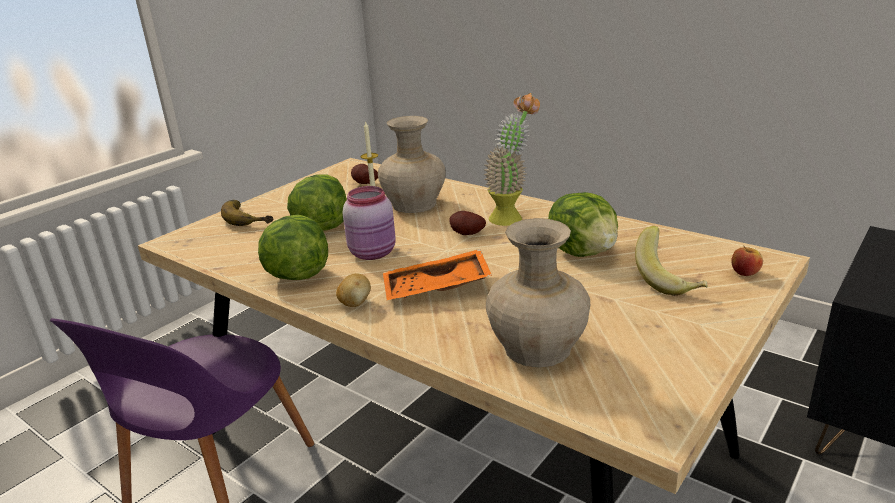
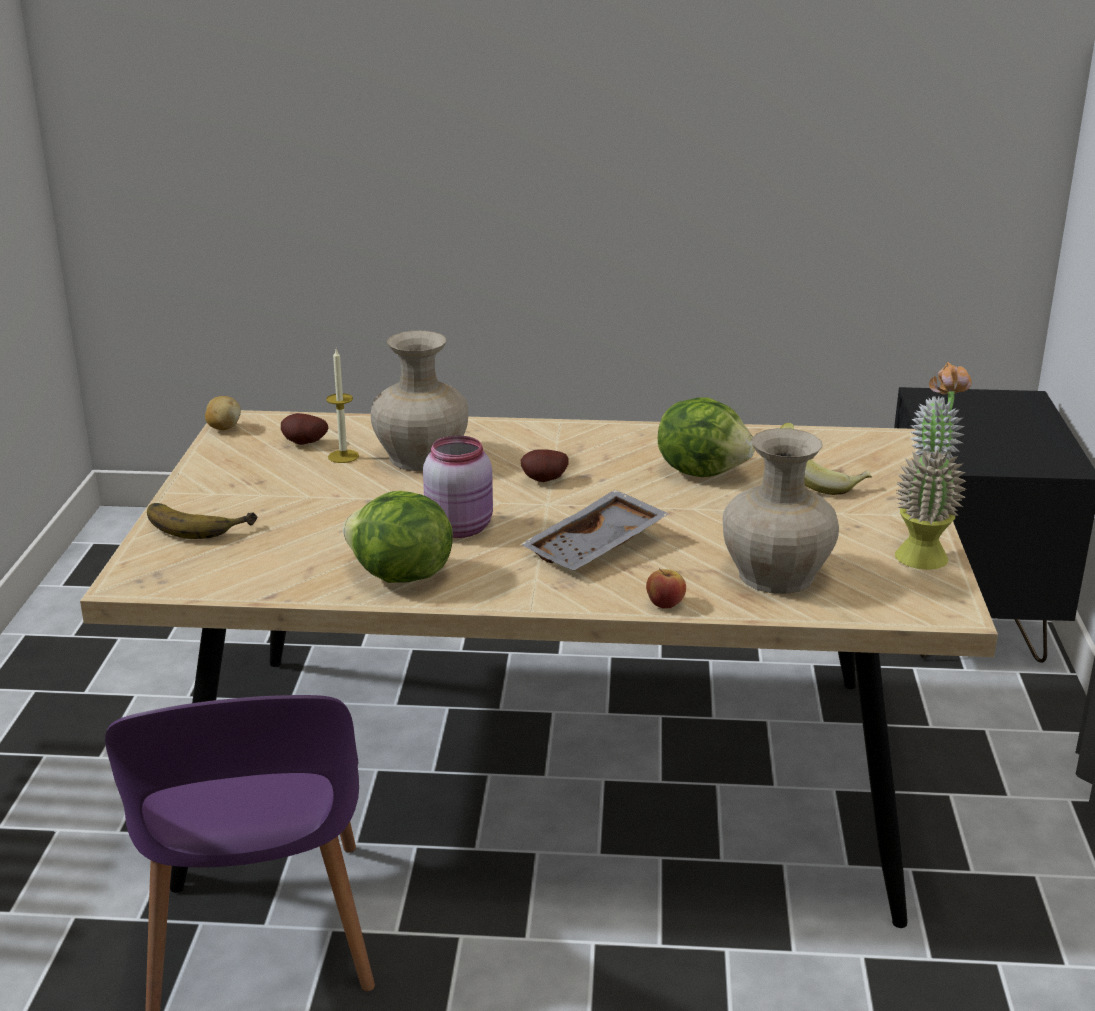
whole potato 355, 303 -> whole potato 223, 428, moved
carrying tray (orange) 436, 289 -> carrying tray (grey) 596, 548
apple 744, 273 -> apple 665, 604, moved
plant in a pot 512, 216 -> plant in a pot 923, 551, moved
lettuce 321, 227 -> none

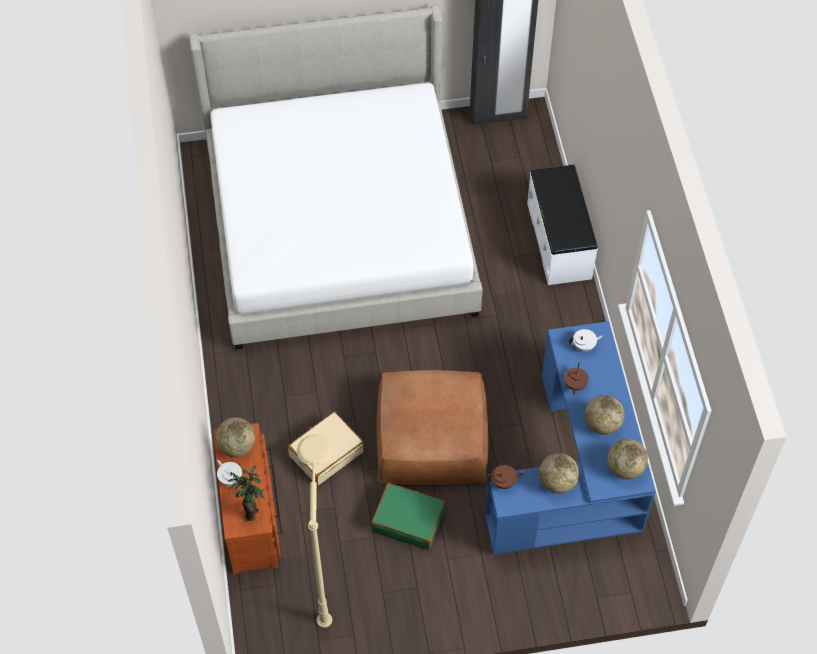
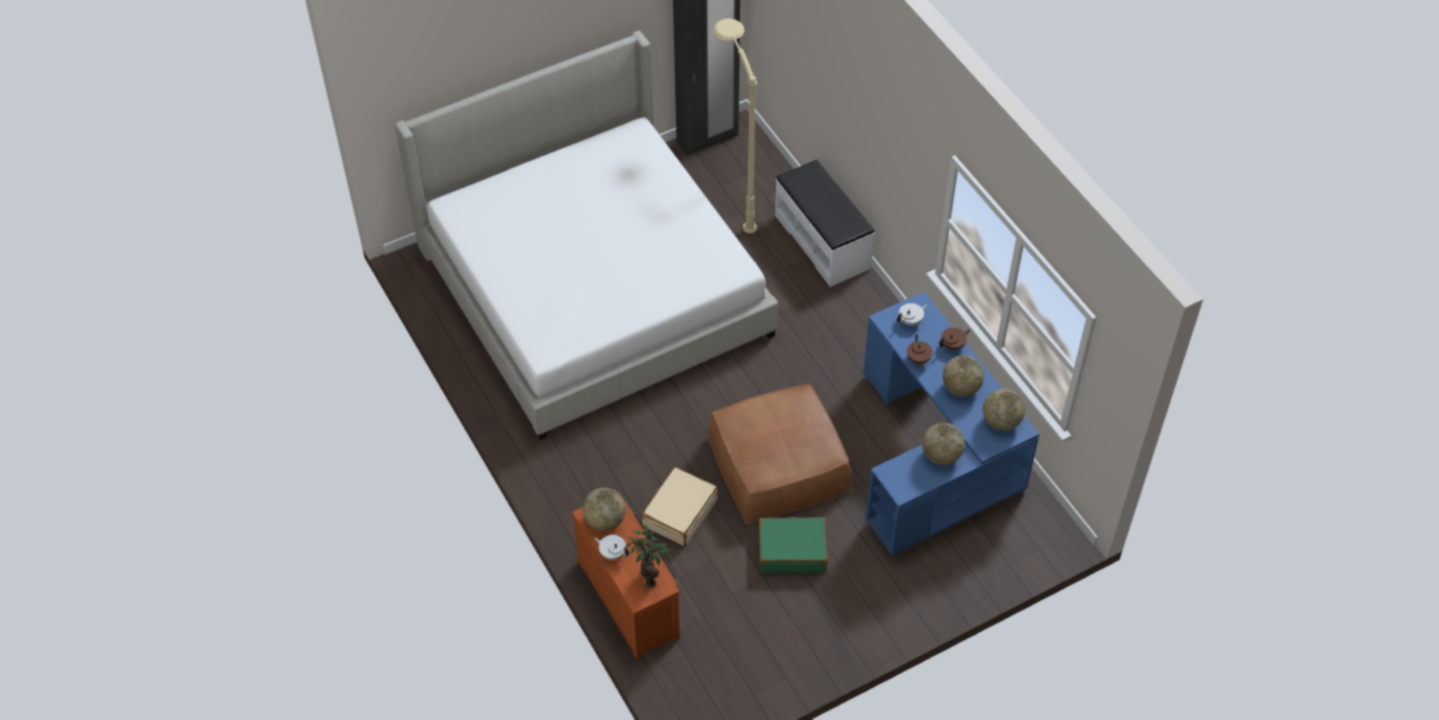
standing lamp (beige-coloured) 325, 574 -> standing lamp (beige-coloured) 734, 197, moved
pot for tea (brown) 504, 482 -> pot for tea (brown) 953, 345, moved

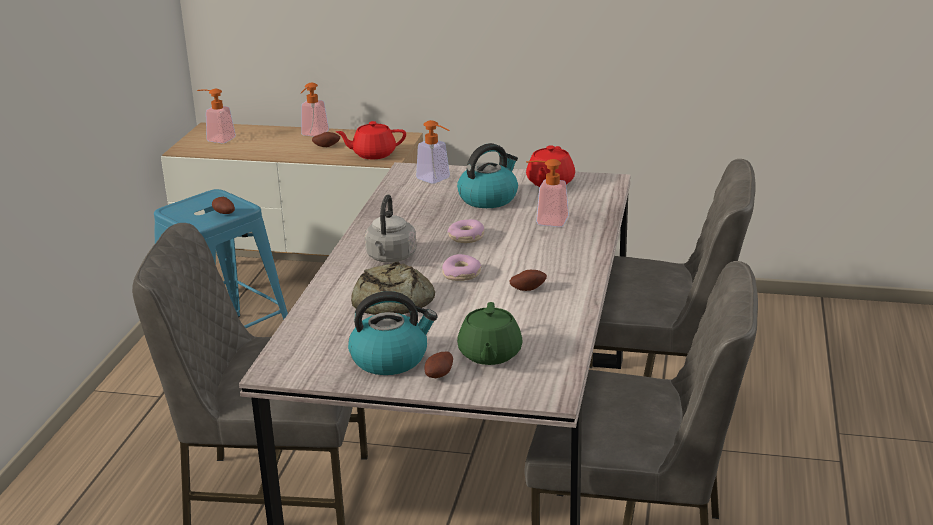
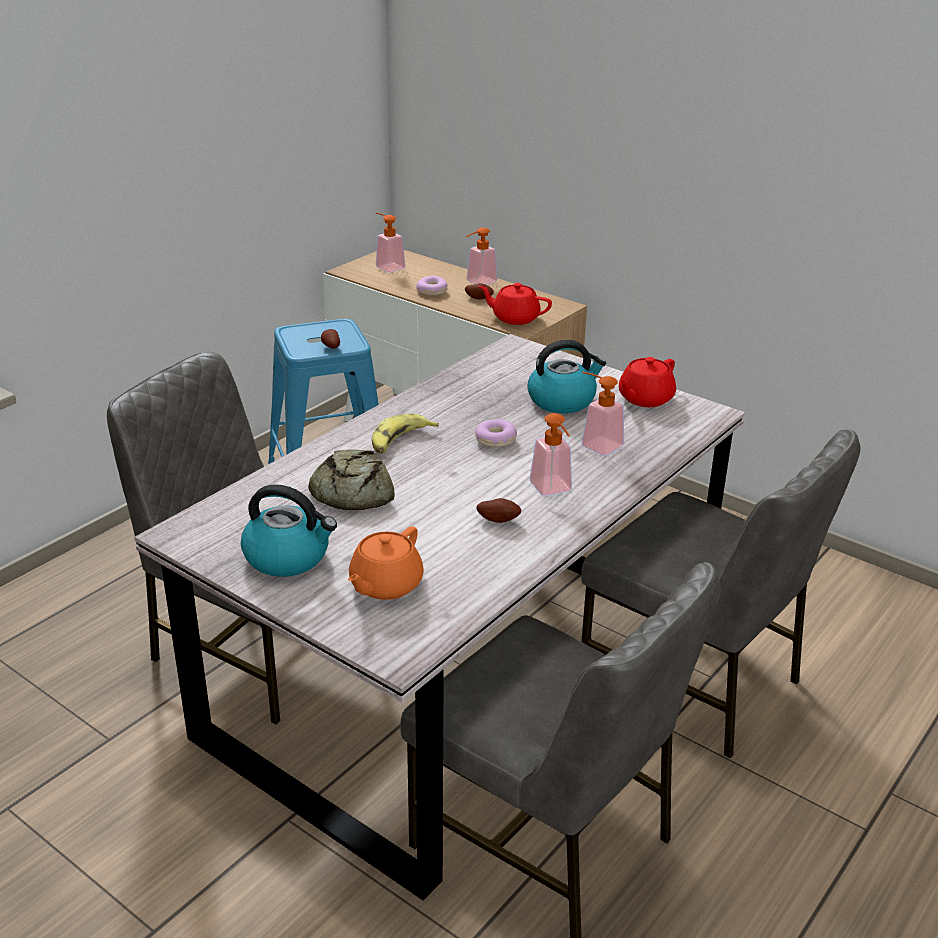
pot for tea (green-coloured) 489, 354 -> pot for tea (orange) 385, 585
kettle (grey) 390, 258 -> banana 400, 441
ring doughnut 462, 274 -> ring doughnut 432, 291, moved
liquid soap bottle 437, 180 -> liquid soap bottle 553, 490, moved
whole potato 440, 375 -> none

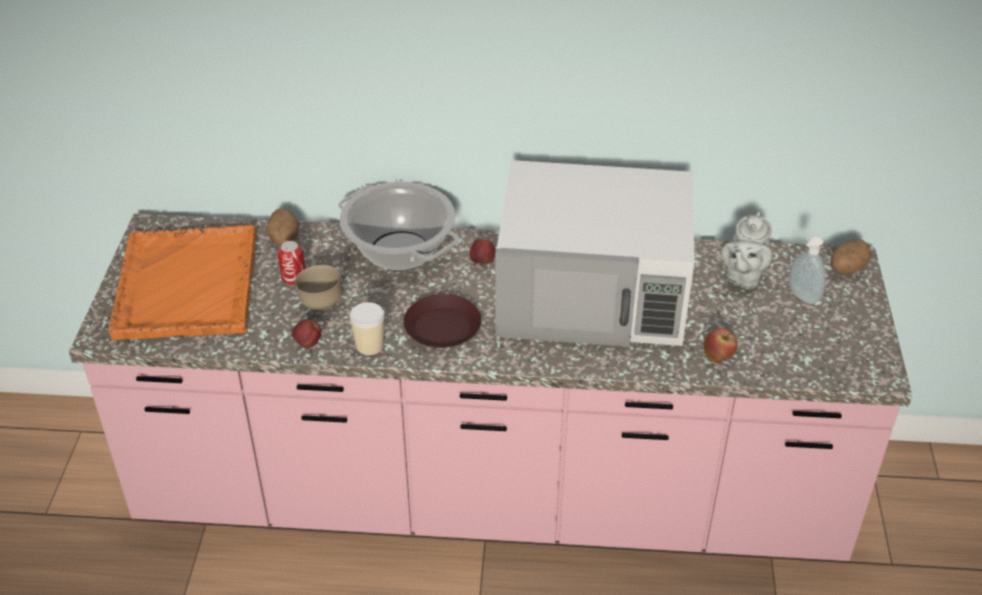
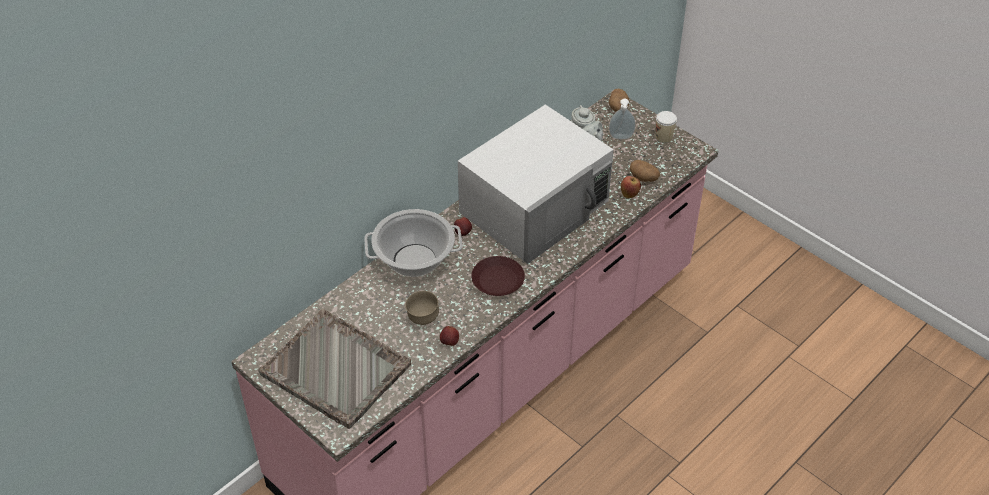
carrying tray (orange) 186, 286 -> carrying tray (grey) 336, 370
whole potato 284, 239 -> whole potato 644, 178, moved
drinking cup 369, 345 -> drinking cup 663, 137, moved
sealed can 293, 277 -> none

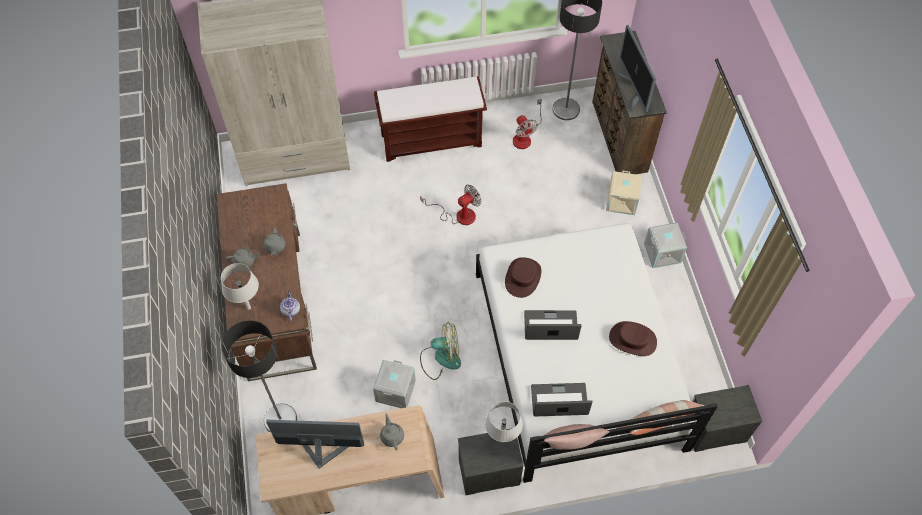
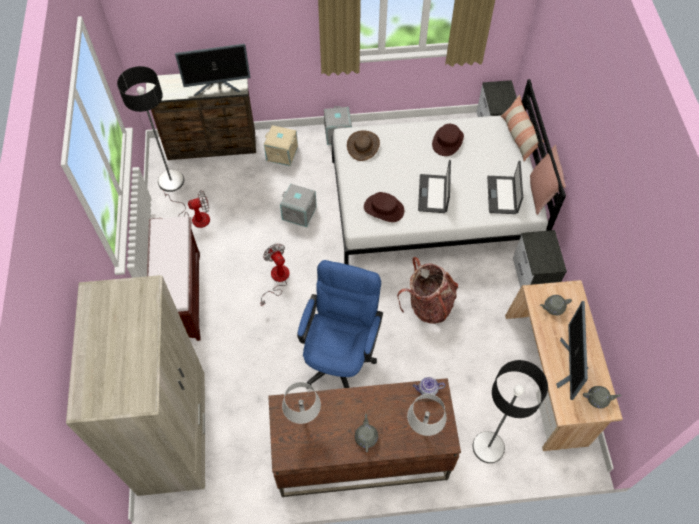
storage container (grey) 396, 391 -> storage container (grey) 299, 212, moved
tabletop lamp (grey) 502, 440 -> tabletop lamp (grey) 303, 420, moved
none -> desk chair (blue-coloured) 340, 356
none -> hat (brown) 363, 146
fan 440, 358 -> backpack 428, 305
pot for tea (grey) 275, 247 -> pot for tea (grey) 598, 399, moved

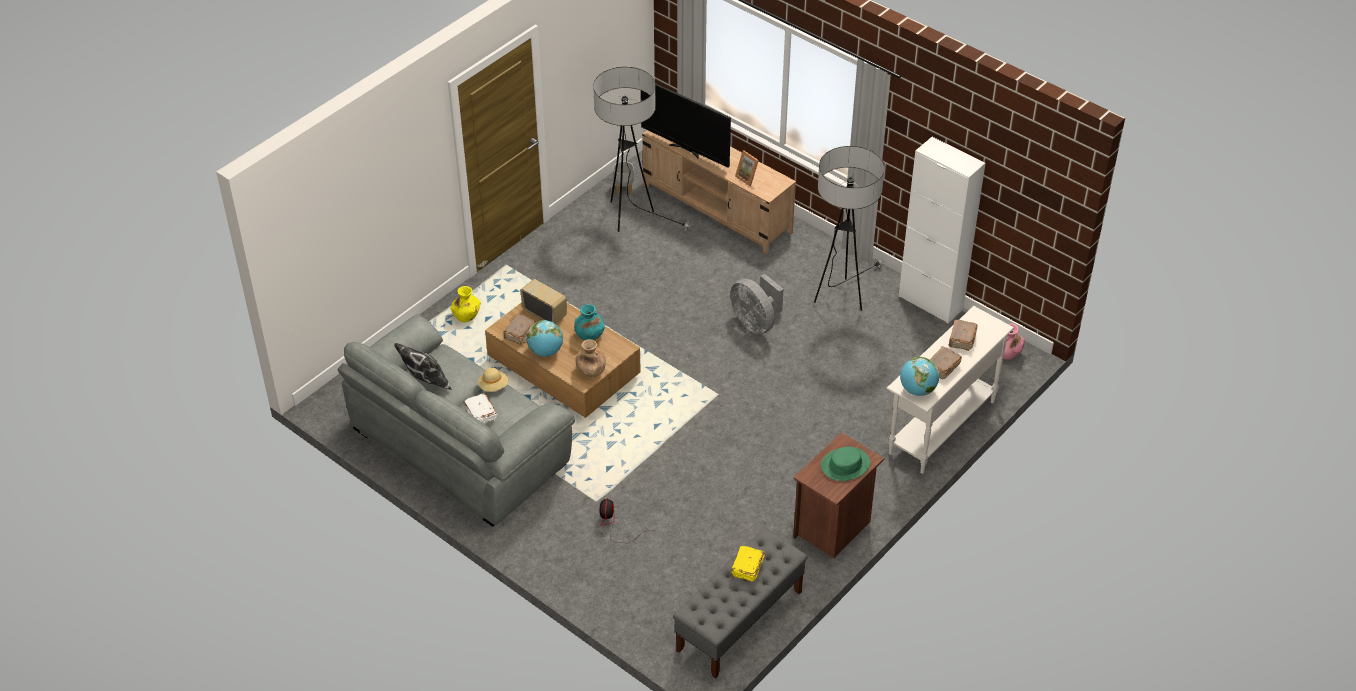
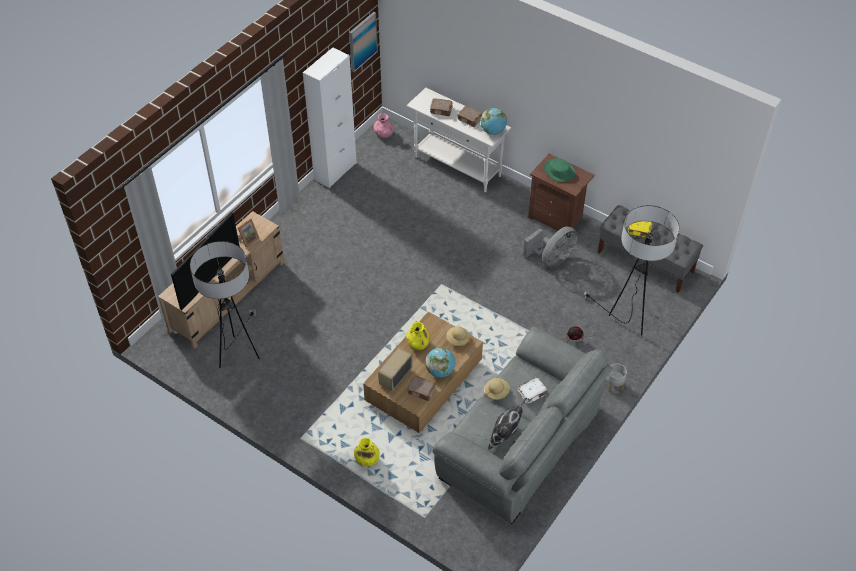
none -> picture 362, 41
decorative vase (turquoise) 589, 335 -> decorative vase (yellow-coloured) 418, 344
decorative vase (brown) 590, 370 -> hat (beige-coloured) 458, 339
fan (grey) 756, 322 -> fan (grey) 552, 259, moved
standing lamp 842, 298 -> standing lamp 628, 319, moved
planter (grey) 623, 189 -> planter (grey) 614, 385, moved

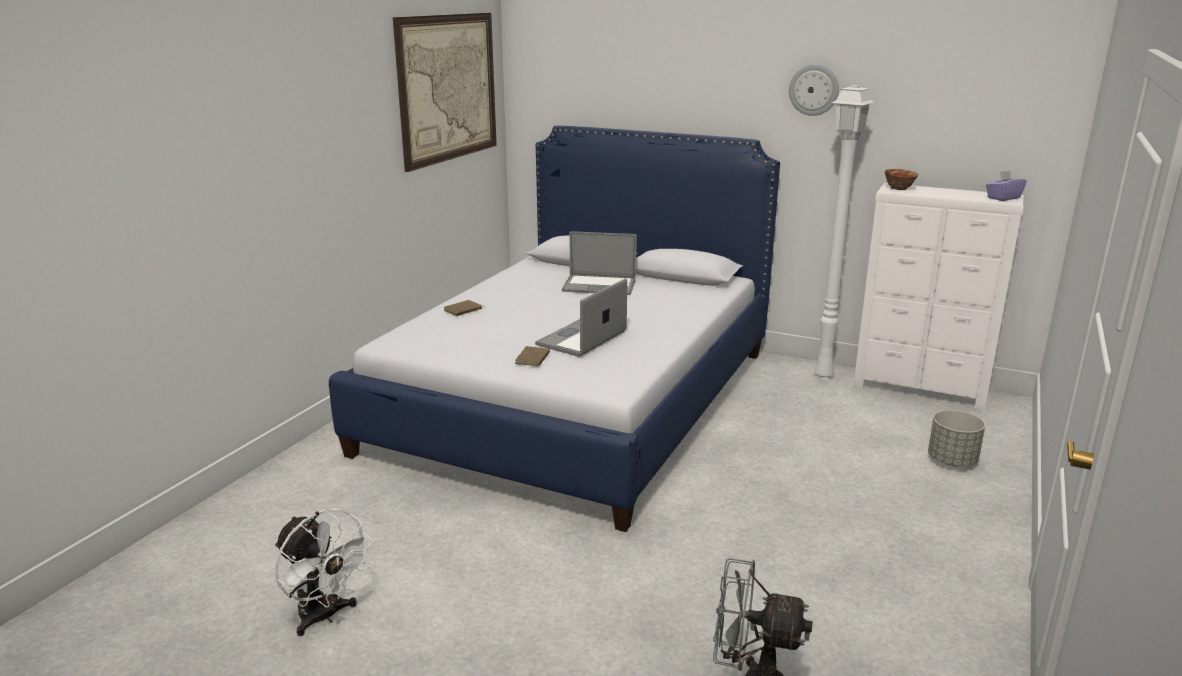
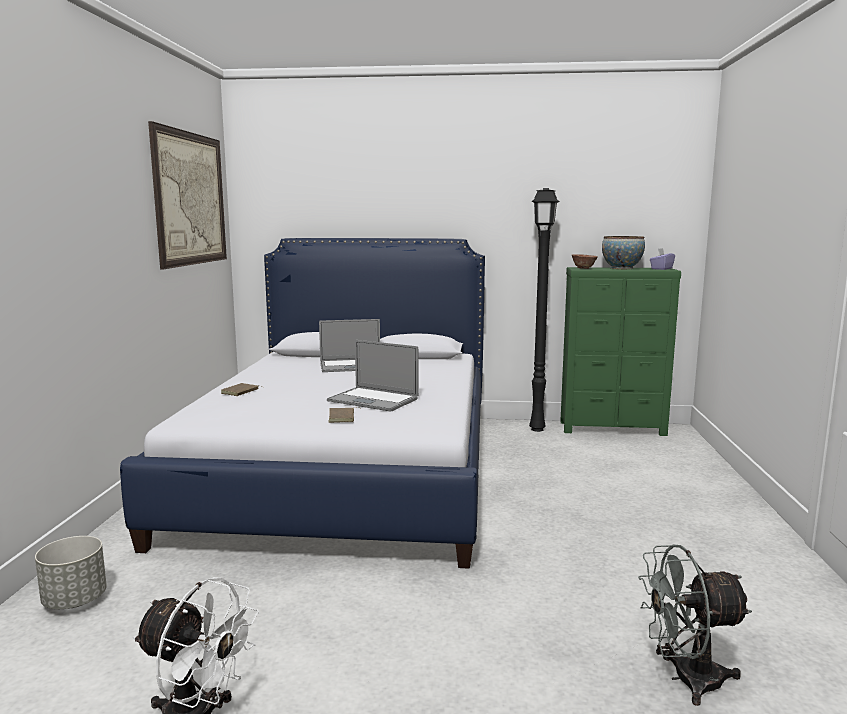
planter (grey) 951, 460 -> planter (grey) 75, 600, moved
portable computer 581, 338 -> portable computer 373, 400, 75 degrees counterclockwise
standing lamp (whitish) 825, 376 -> standing lamp (black-coloured) 538, 429
dresser (whitish) 920, 389 -> dresser (green-coloured) 613, 429
none -> bowl 621, 268
hanging clock 814, 90 -> none

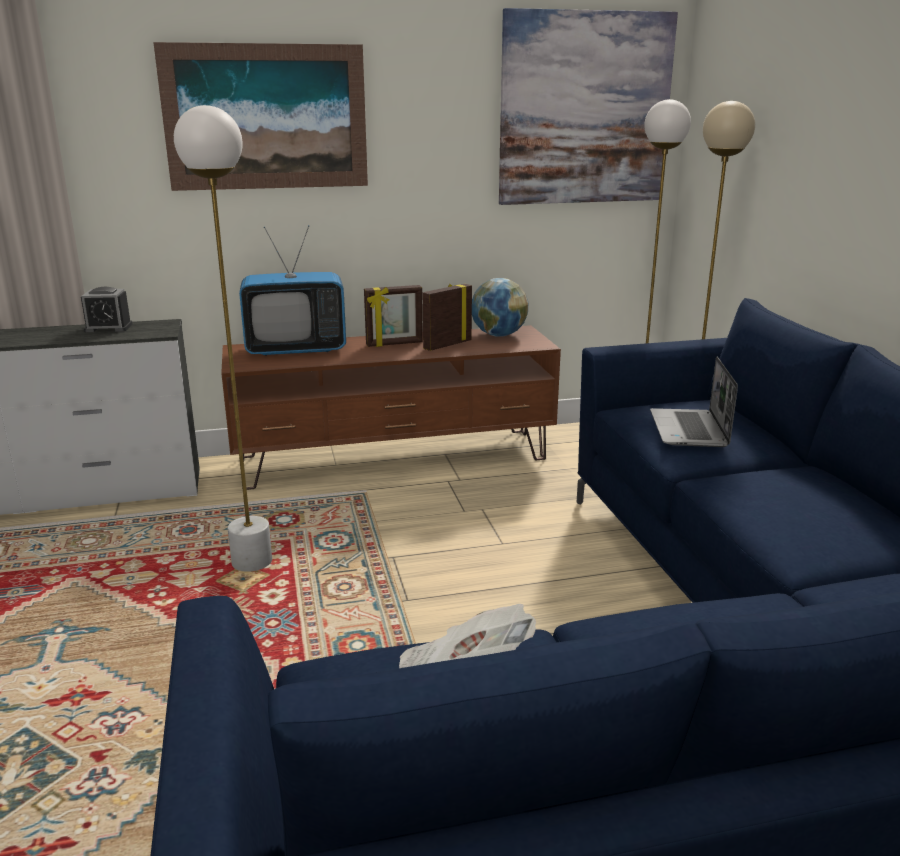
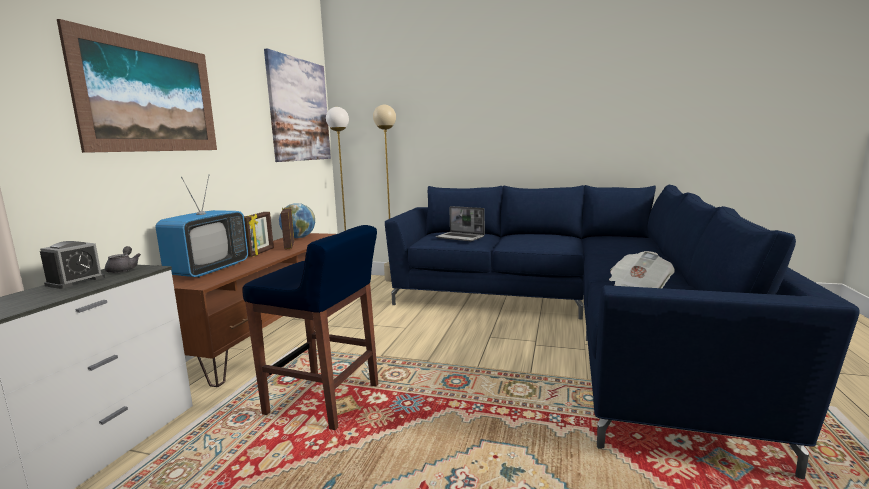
none -> pot for tea (grey) 124, 269
standing lamp (whitish) 251, 562 -> stool seat (blue-coloured) 325, 399

